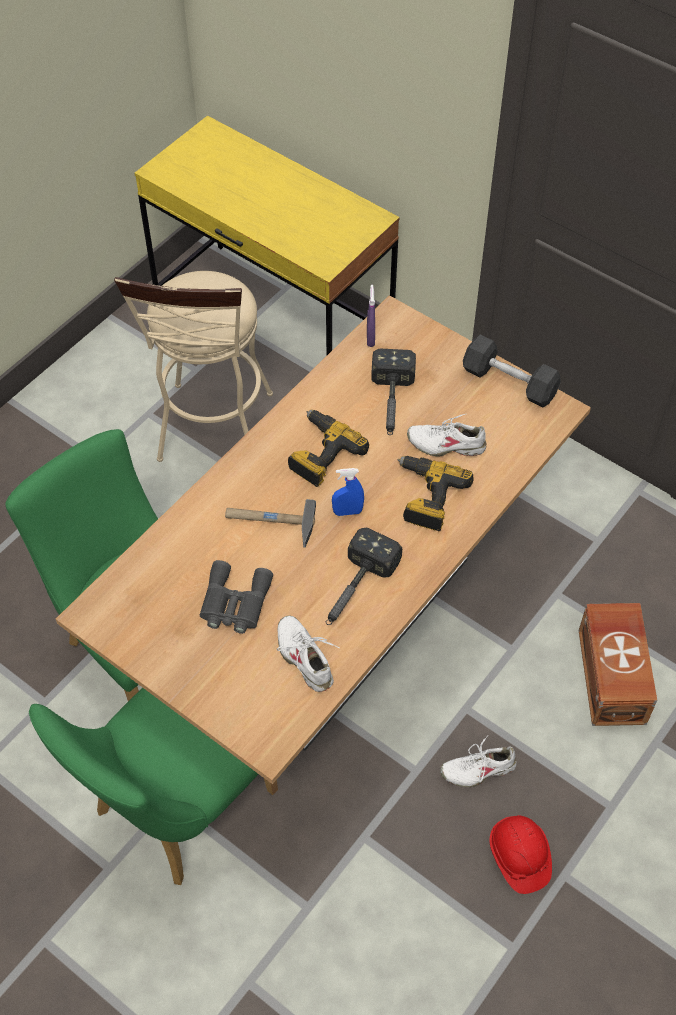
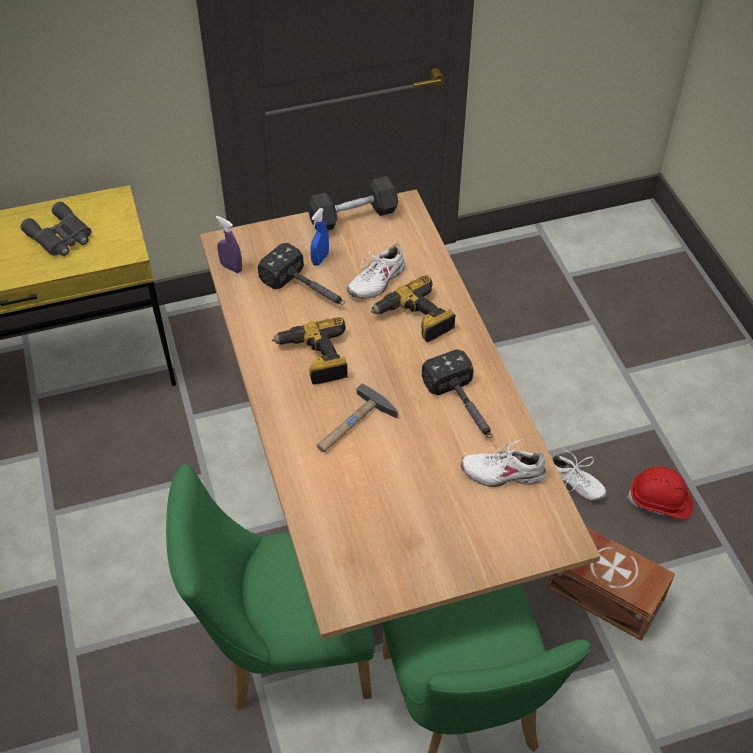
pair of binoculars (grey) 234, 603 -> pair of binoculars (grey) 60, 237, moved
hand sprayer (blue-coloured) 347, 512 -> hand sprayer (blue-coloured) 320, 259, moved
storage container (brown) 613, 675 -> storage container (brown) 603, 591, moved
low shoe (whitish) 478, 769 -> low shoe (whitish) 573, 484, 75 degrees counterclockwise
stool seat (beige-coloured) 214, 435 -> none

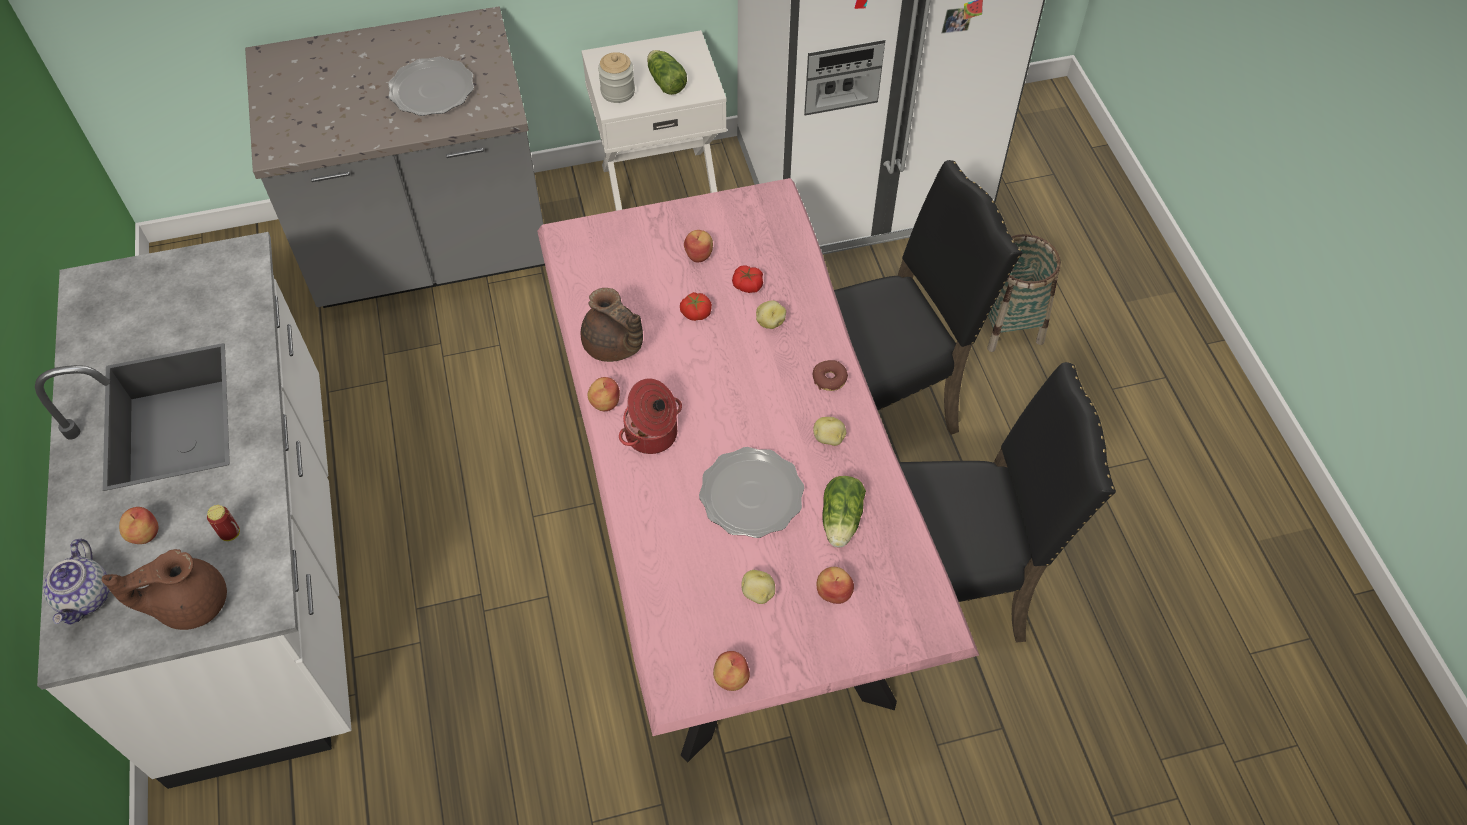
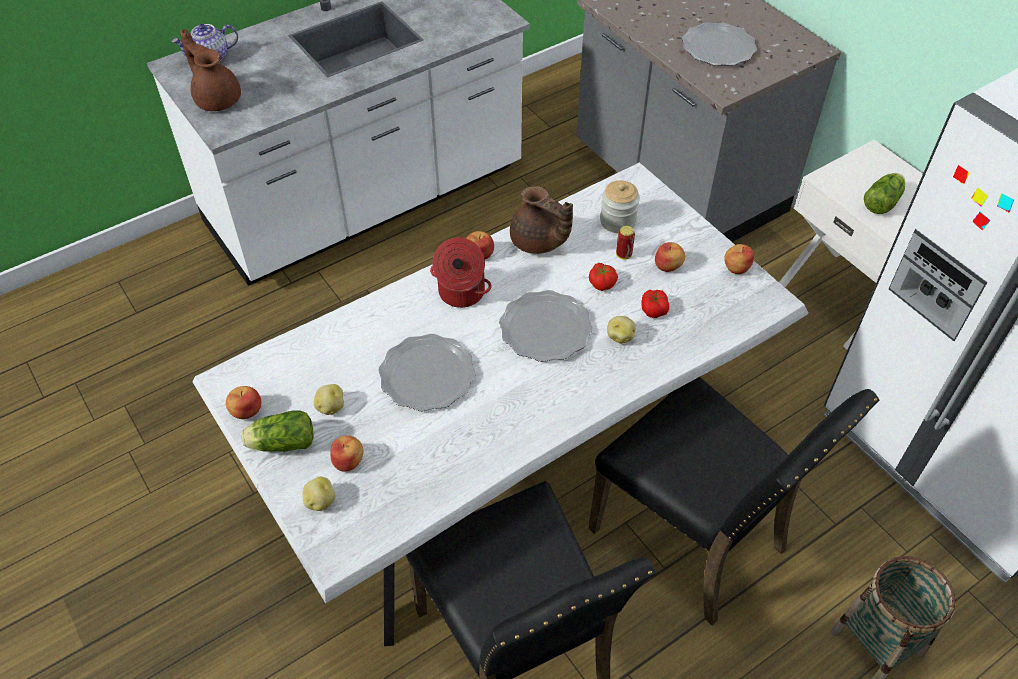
kitchen table (pink) 732, 536 -> kitchen table (whitish) 508, 466
lettuce 840, 522 -> lettuce 280, 443, moved
whole potato 829, 439 -> whole potato 320, 501, moved
none -> flat dish 546, 329
pot for tea (brown) 614, 346 -> pot for tea (brown) 538, 242, 75 degrees counterclockwise
preserve jar 618, 92 -> preserve jar 617, 221, moved
sealed can 230, 533 -> sealed can 623, 255, moved
apple 144, 534 -> apple 736, 268, moved
ring doughnut 829, 379 -> none

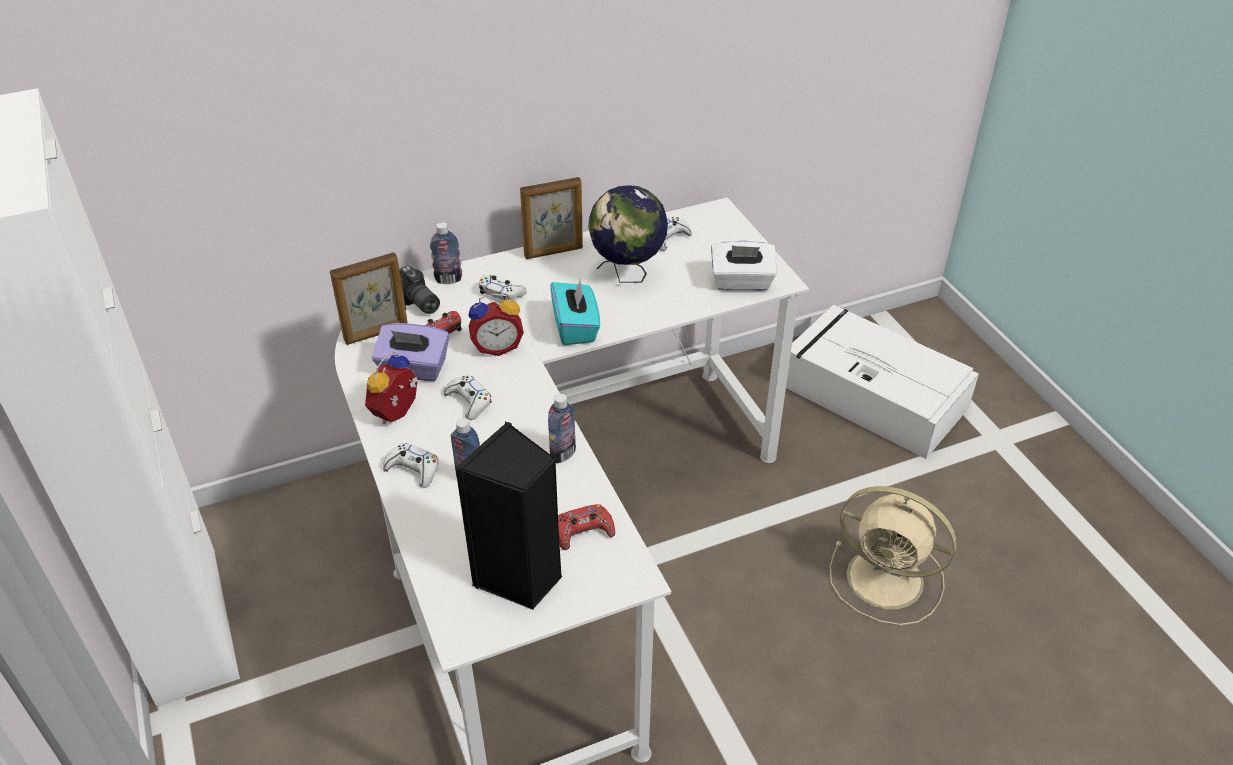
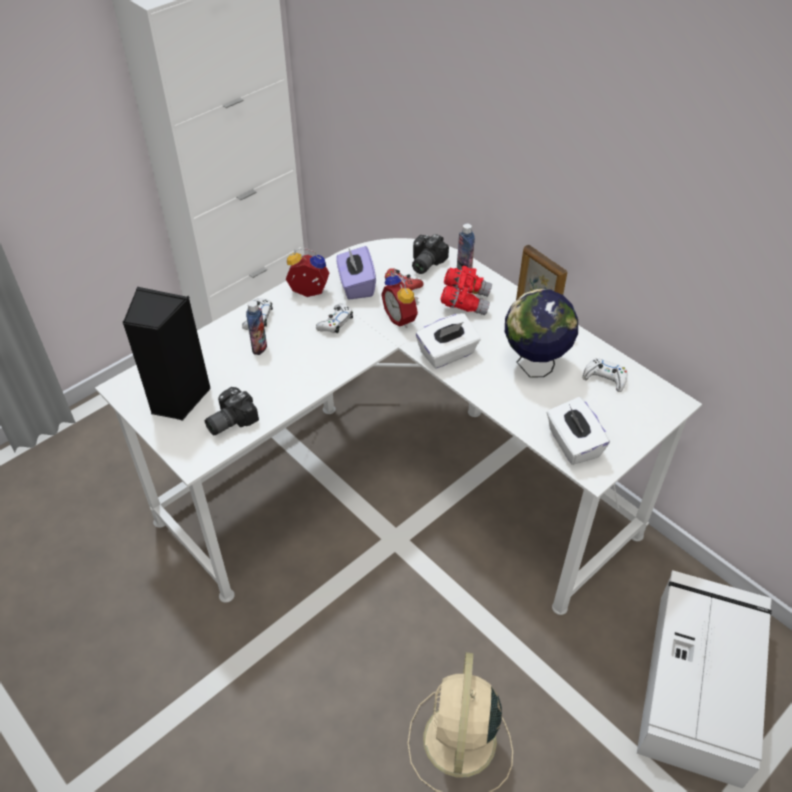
joypad (reddish) 584, 531 -> photo camera 229, 420
tissue holder (turquoise) 576, 327 -> tissue holder (whitish) 447, 354
joypad (whitish) 501, 293 -> pair of binoculars (reddish) 465, 301
photo frame 377, 333 -> none
bottle 563, 454 -> none

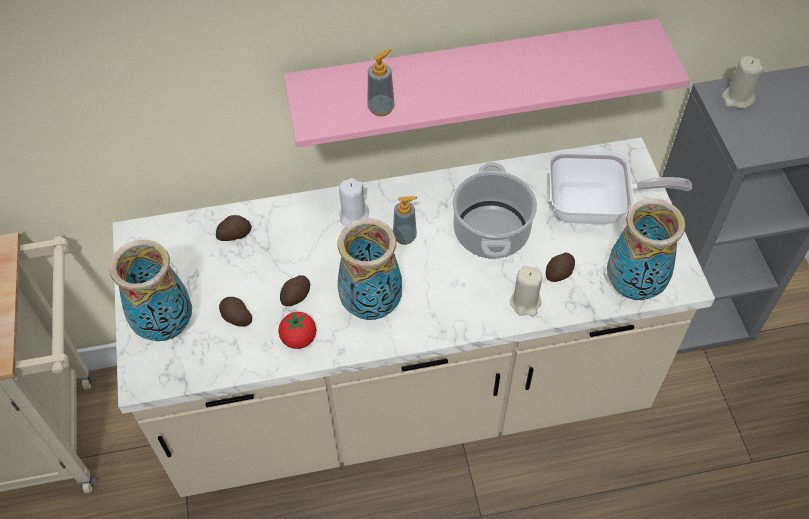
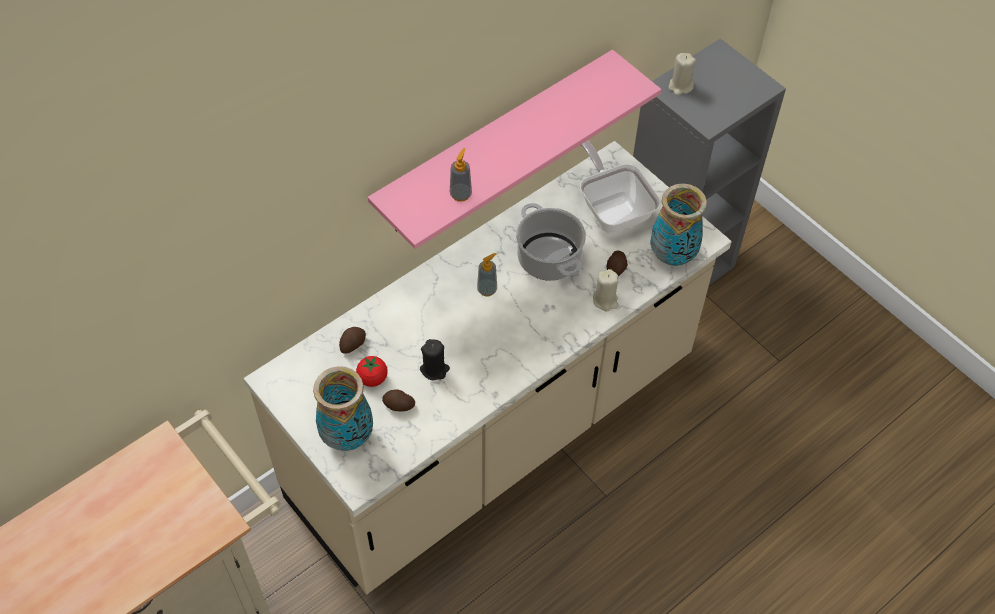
whole tomato 299, 338 -> whole tomato 372, 378, moved
whole potato 297, 296 -> candle (black-coloured) 434, 369
pan 595, 207 -> pan 613, 208, 90 degrees counterclockwise
decorative vase 371, 305 -> none
candle (whitish) 353, 216 -> none

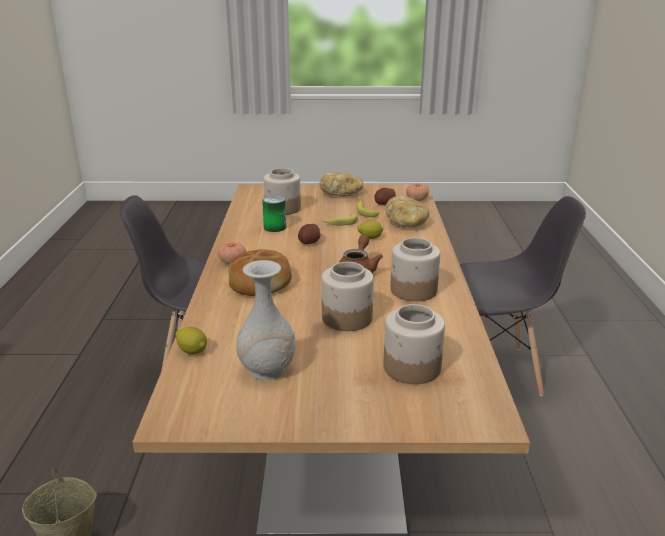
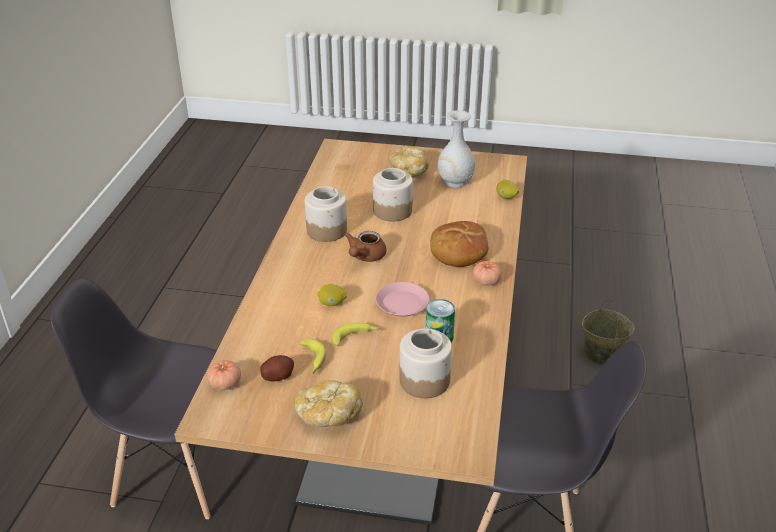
whole potato 309, 242 -> flat dish (pink) 402, 303
baked bread 406, 223 -> baked bread 408, 170, moved
preserve jar 412, 367 -> none

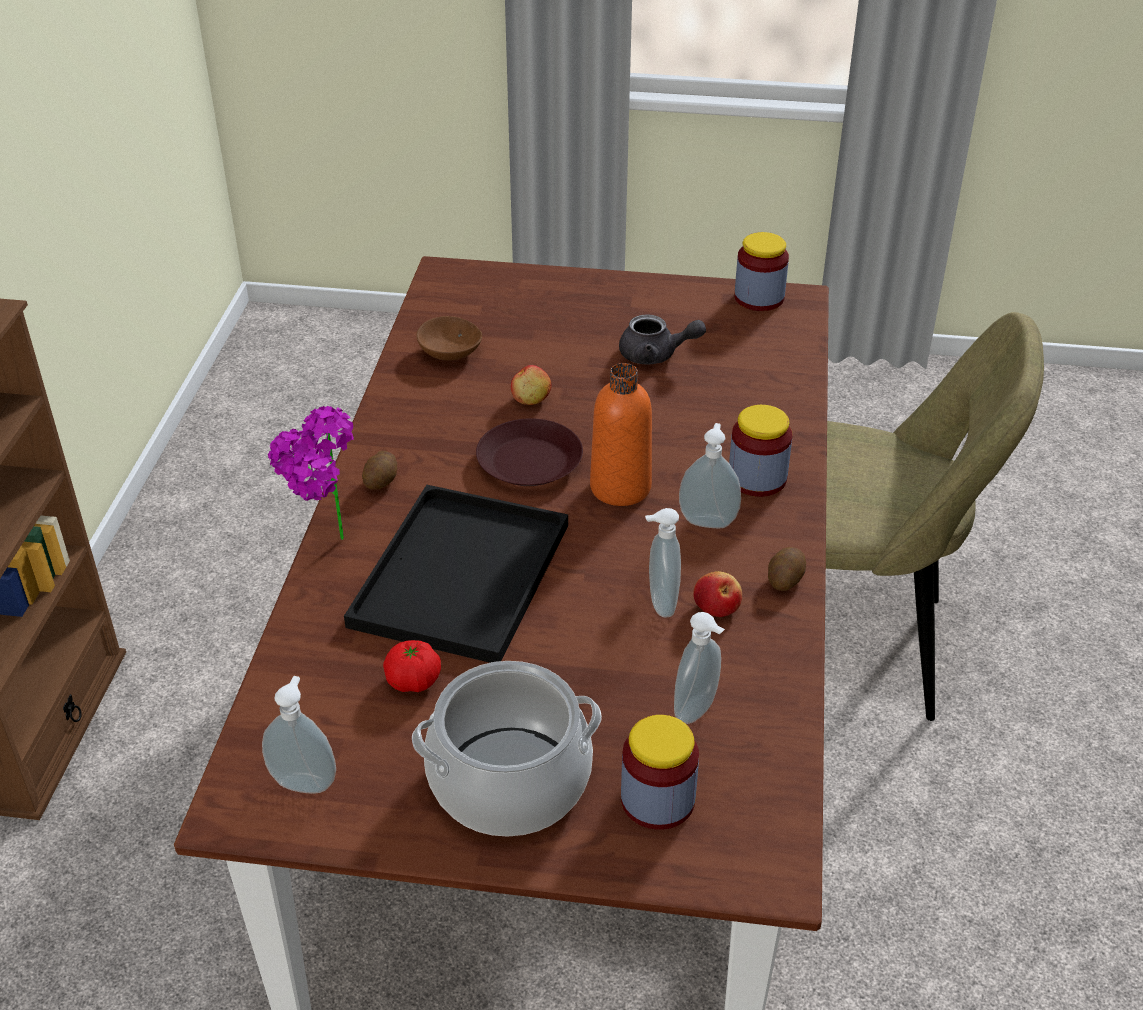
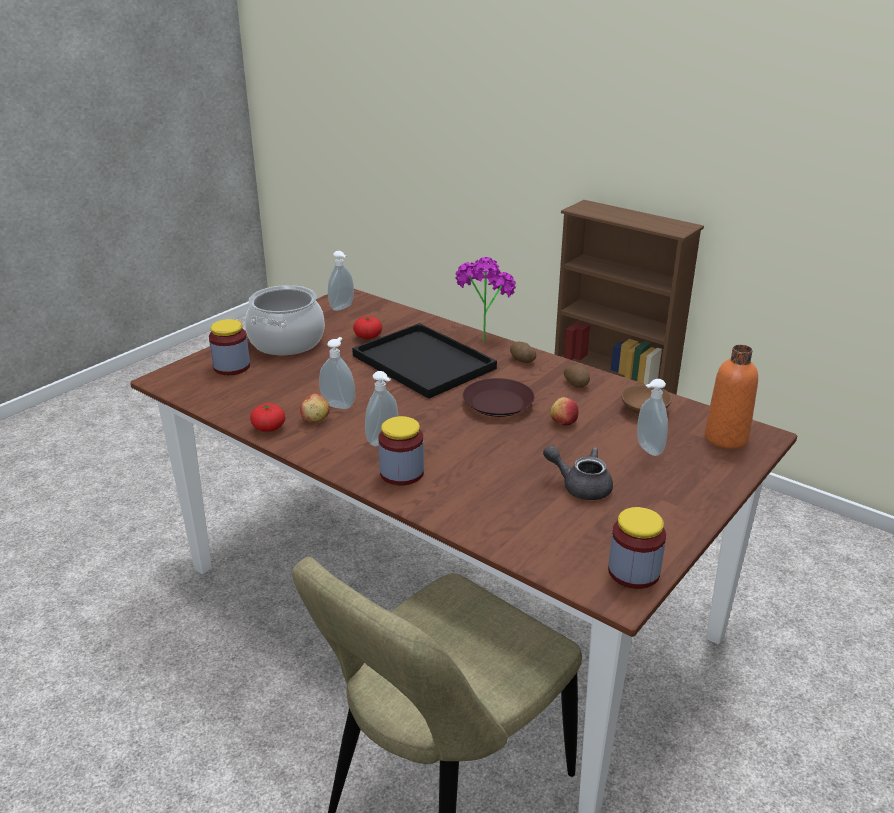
none -> whole tomato 269, 428
pot for tea (grey) 656, 355 -> pot for tea (grey) 580, 486, 75 degrees clockwise
whole potato 784, 579 -> whole potato 576, 384, moved
liquid soap bottle 698, 711 -> liquid soap bottle 647, 449, moved
bottle (orange) 620, 487 -> bottle (orange) 726, 438, moved

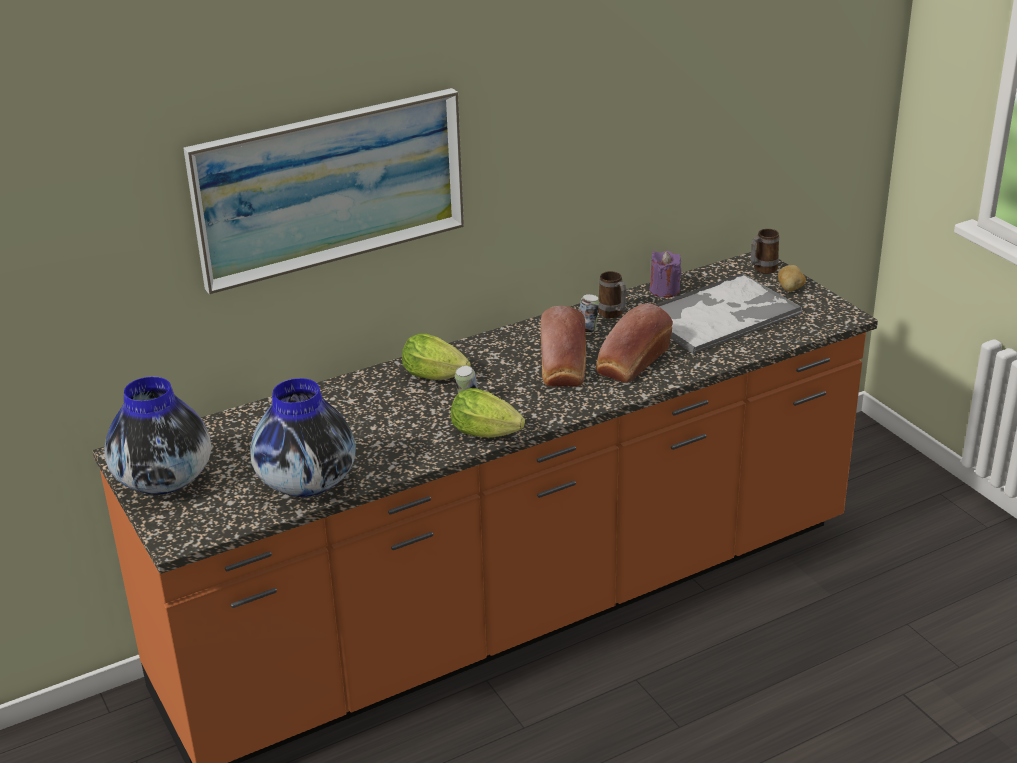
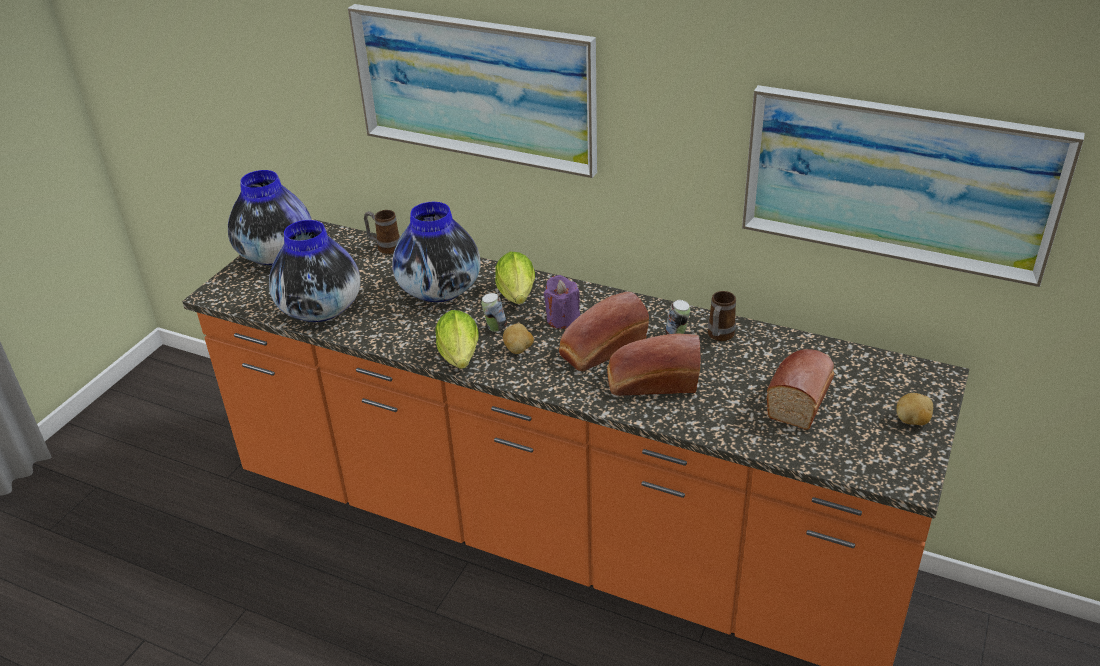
tea mug 762, 270 -> tea mug 385, 247, moved
none -> decorative vase 439, 291
none -> whole potato 518, 349
candle (purple-coloured) 664, 290 -> candle (purple-coloured) 562, 319, moved
none -> picture 898, 181
carrying tray 720, 315 -> baked bread 801, 397

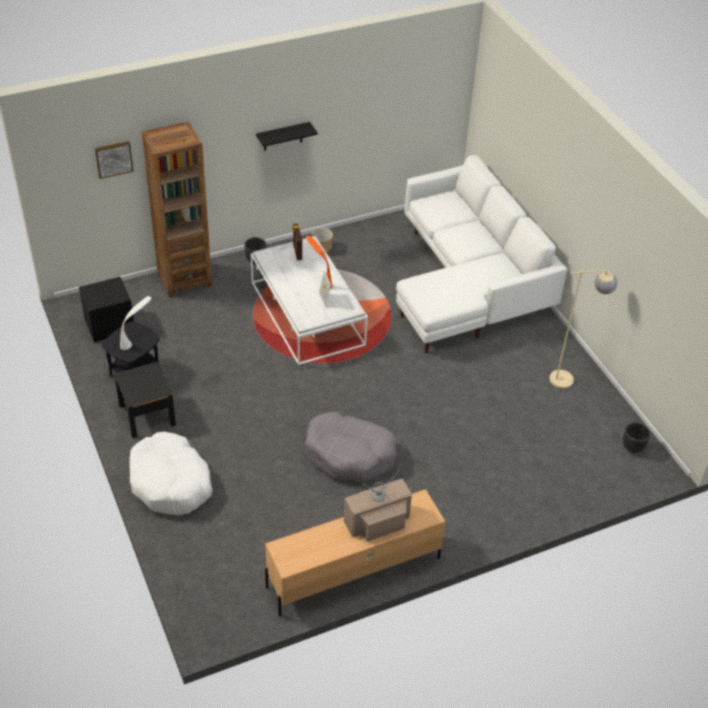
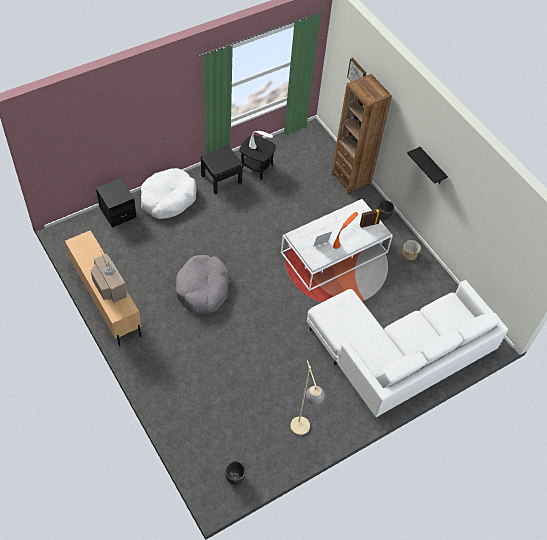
night table (black-coloured) 109, 325 -> night table (black-coloured) 117, 212, moved

